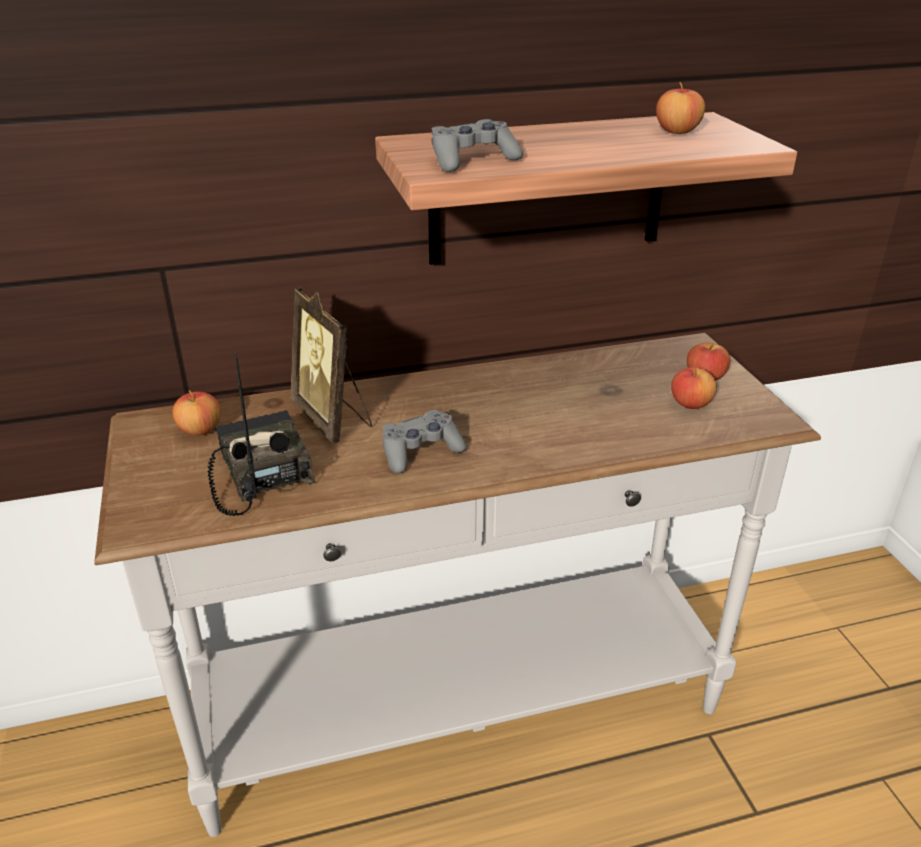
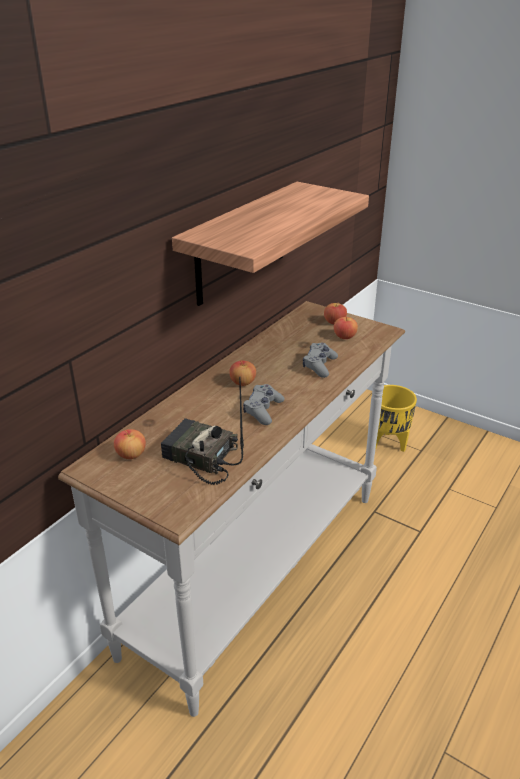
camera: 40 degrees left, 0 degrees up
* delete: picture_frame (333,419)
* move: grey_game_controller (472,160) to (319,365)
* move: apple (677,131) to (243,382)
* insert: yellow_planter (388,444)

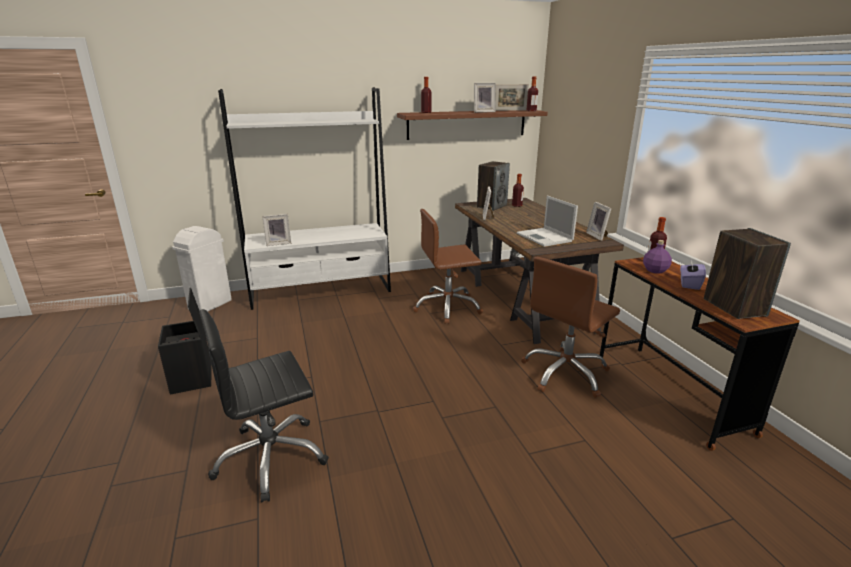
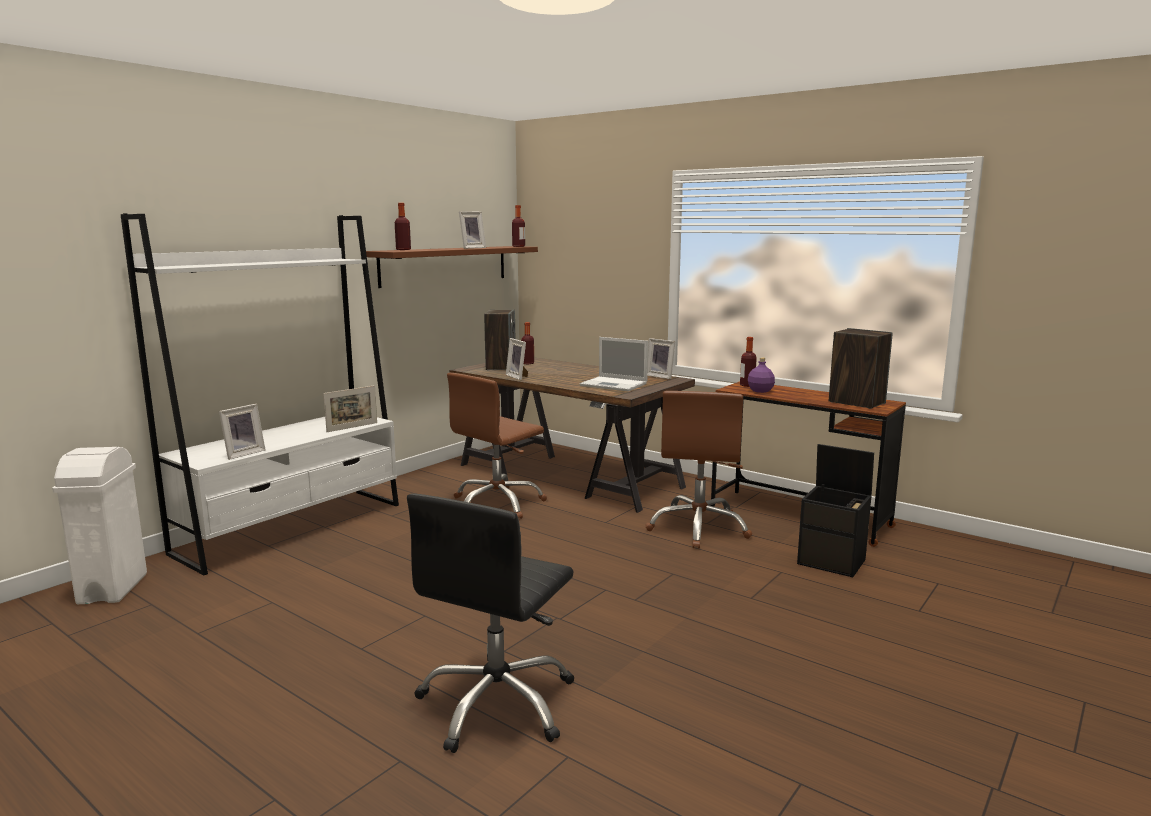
camera: 35 degrees left, 10 degrees down
* move: black_storage_box (192,379) to (833,562)
* move: picture_frame (510,110) to (352,427)
* delete: purple_tissue_box (689,284)

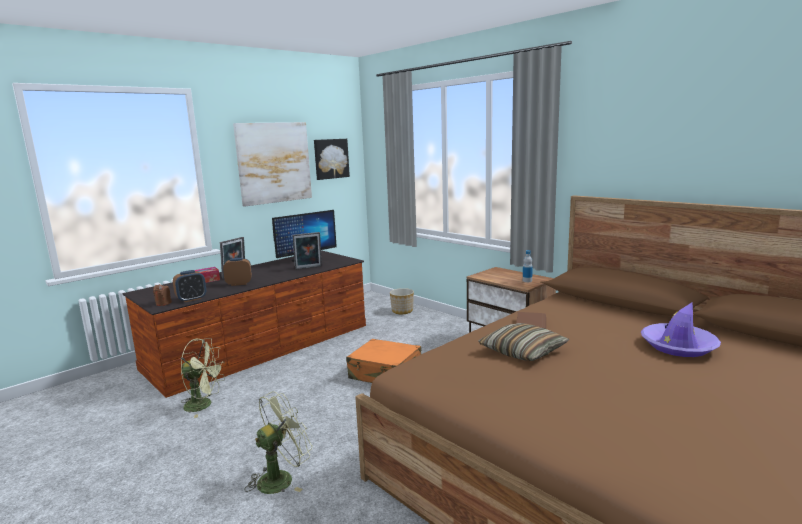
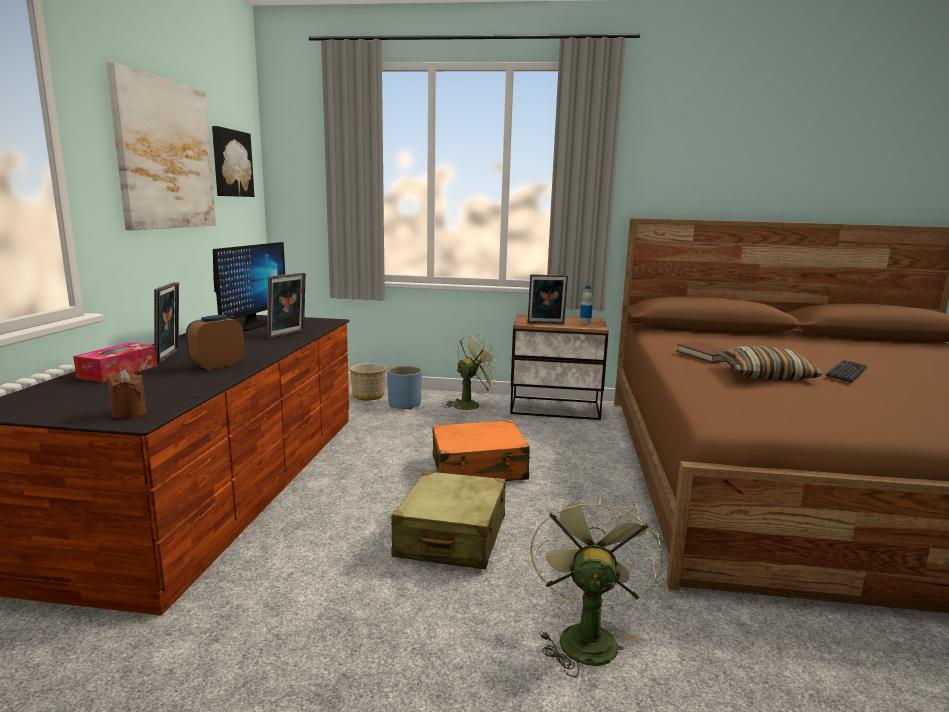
camera: 40 degrees left, 0 degrees up
* delete: alarm_clock (191,299)
* move: green_fan (204,405) to (471,404)
* delete: purple_hat (678,346)
* insert: blue_planter (404,404)
* insert: beige_suitcase (451,537)
* insert: picture_frame (546,323)
* insert: keyboard (846,373)

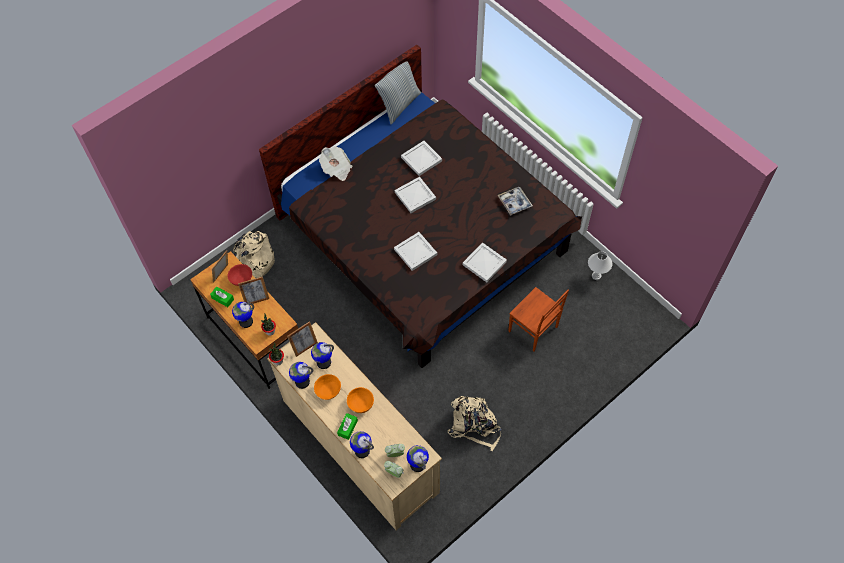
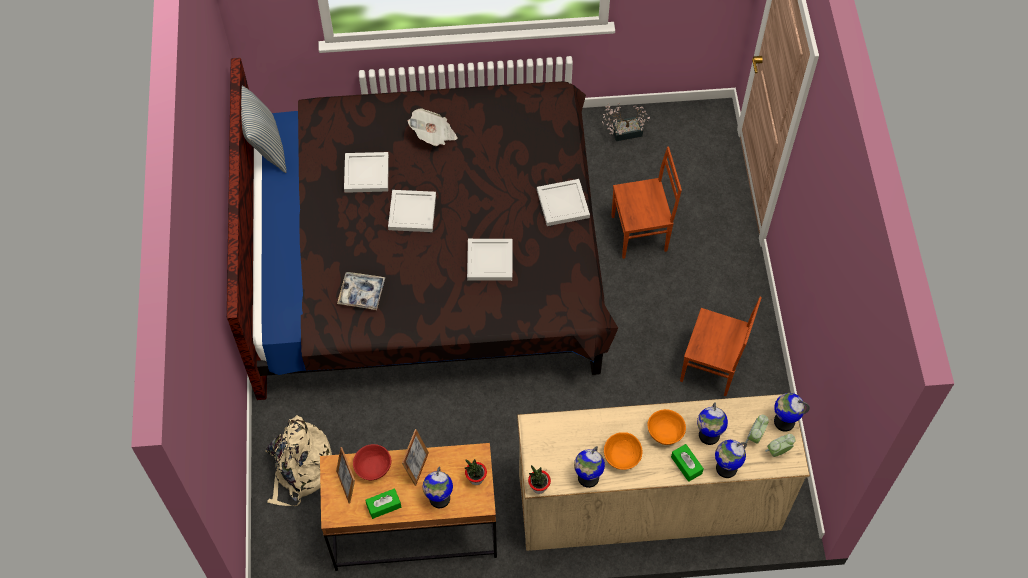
camera: 55 degrees left, 0 degrees up
* delete: picture_frame (304,347)
* move: globe (323,362) to (708,435)
* move: newspaper (336,169) to (433,135)
* replace: beige_backpack (474,425) to brown_chair (711,367)
* move: tray (514,203) to (362,293)
* replace: white_table_lamp (596,276) to potted_plant (623,132)

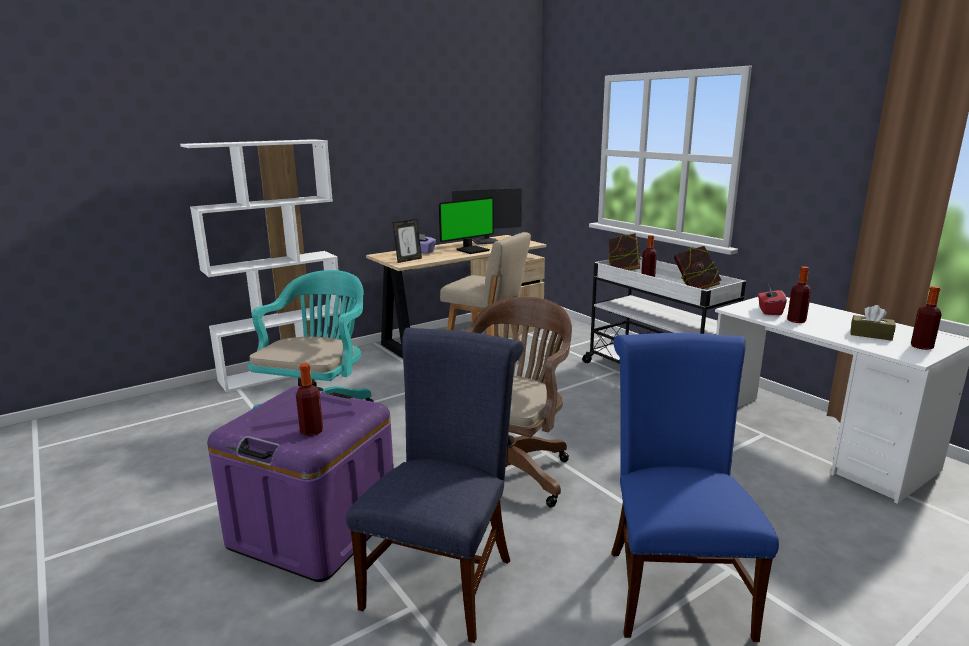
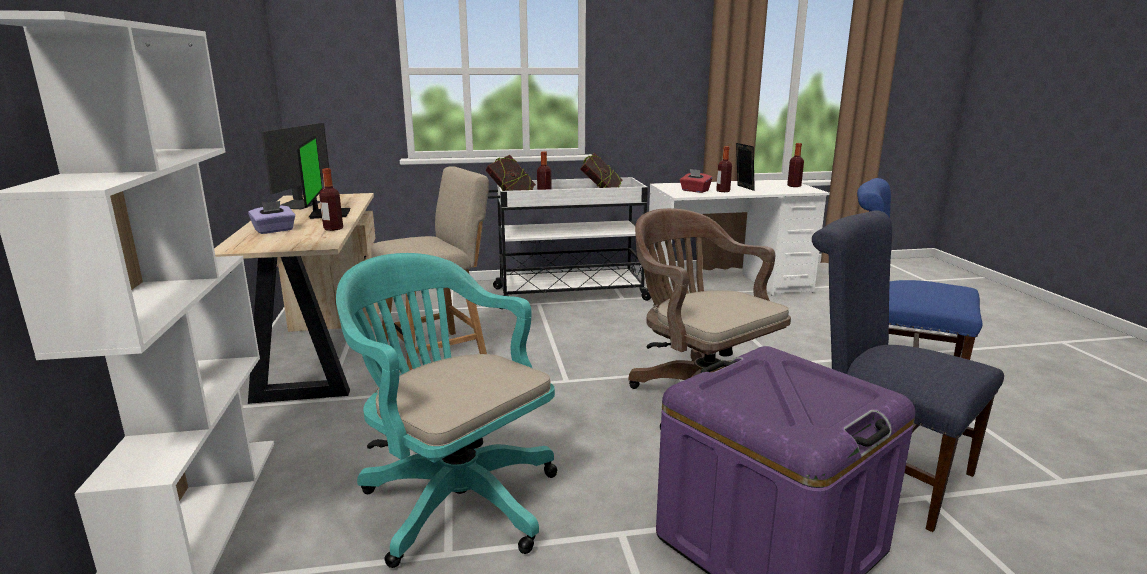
camera: 65 degrees left, 0 degrees up
* move: bottle (311,431) to (333,229)
* move: picture_frame (408,260) to (743,188)
* delete: brown_tissue_box (871,335)

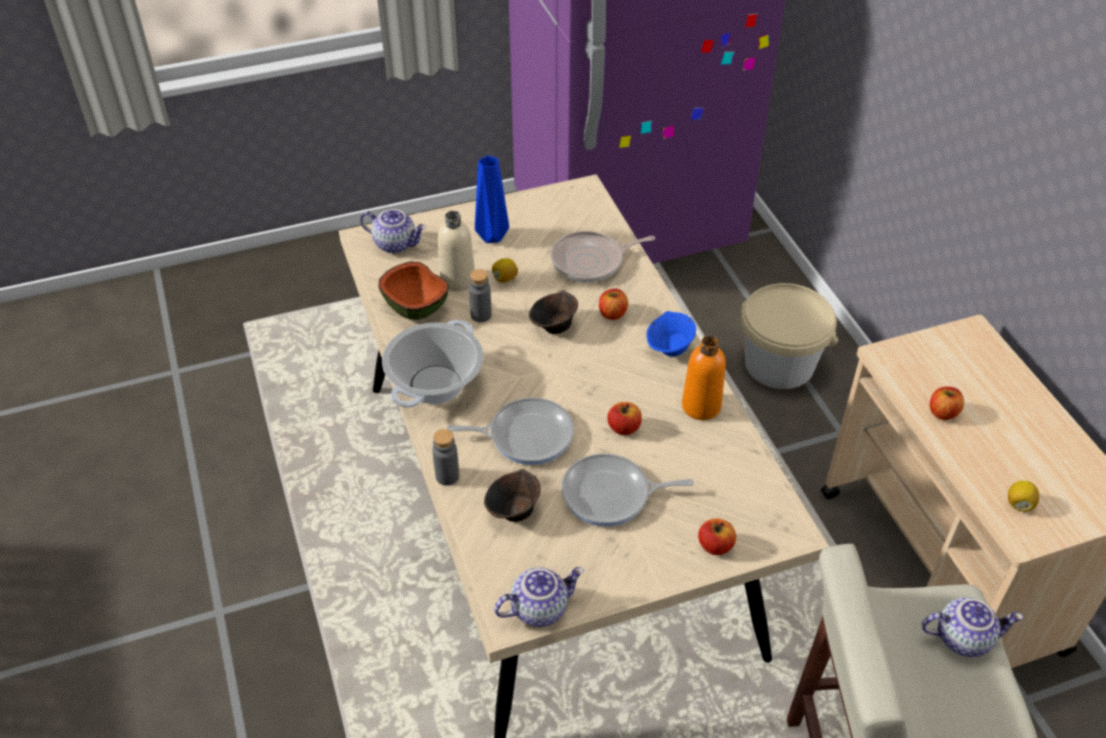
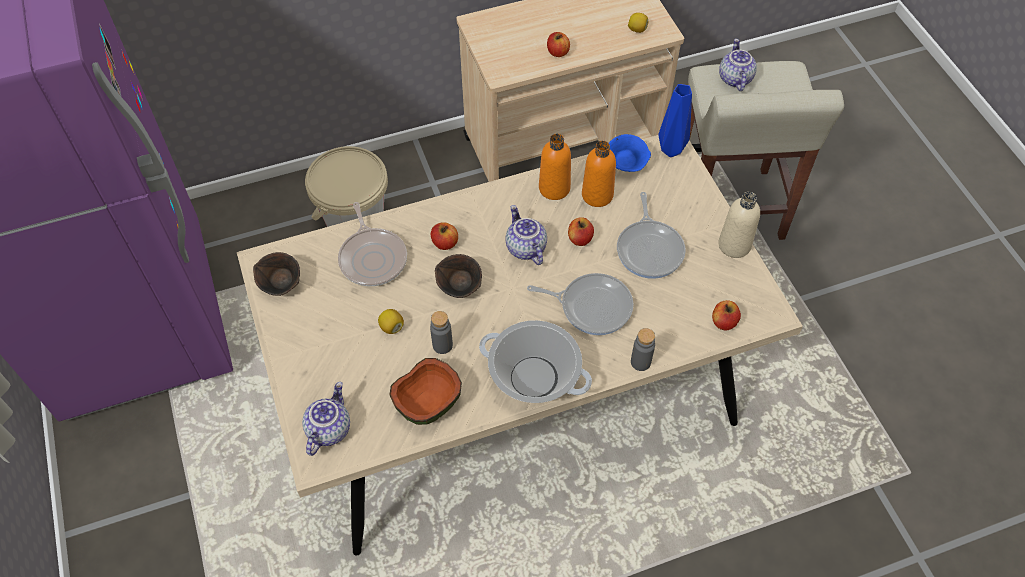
camera: 90 degrees left, 10 degrees up
* move: beige_bottle (457,280) to (734,245)
* rotate: frying_pan (526,435) = (592,306) 105 degrees clockwise
* move: blue_vase (493,236) to (670,149)
* move: brown_bowl (513,511) to (282,285)
* move: teapot (539,607) to (524,248)
* move: blue_bowl (670,349) to (626,165)
* move: apple (715,546) to (724,322)
* insert: orange_bottle (597,195)

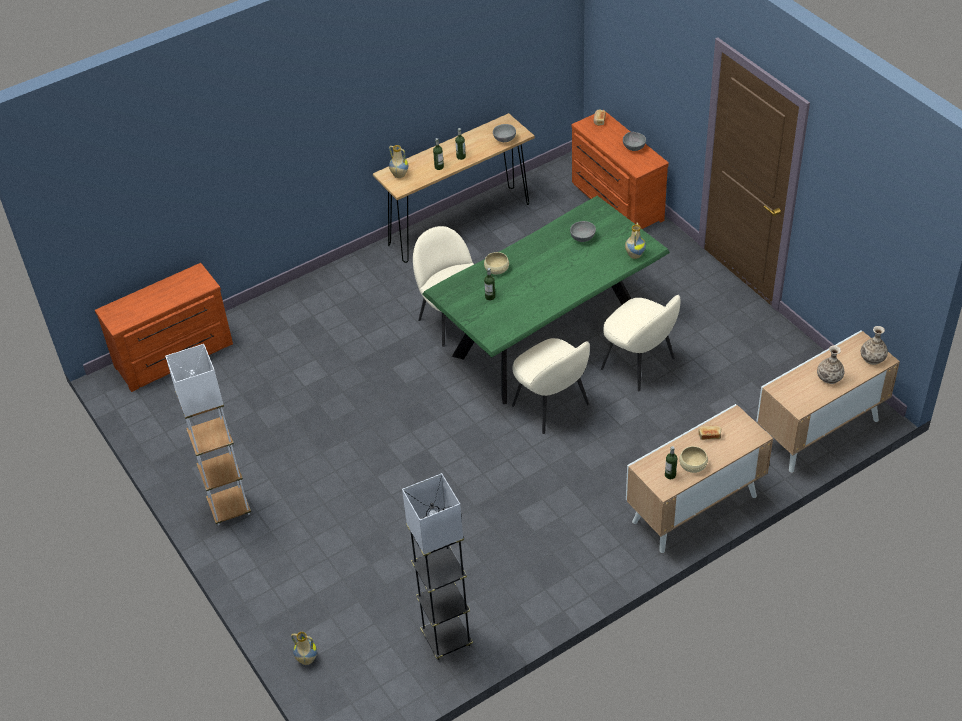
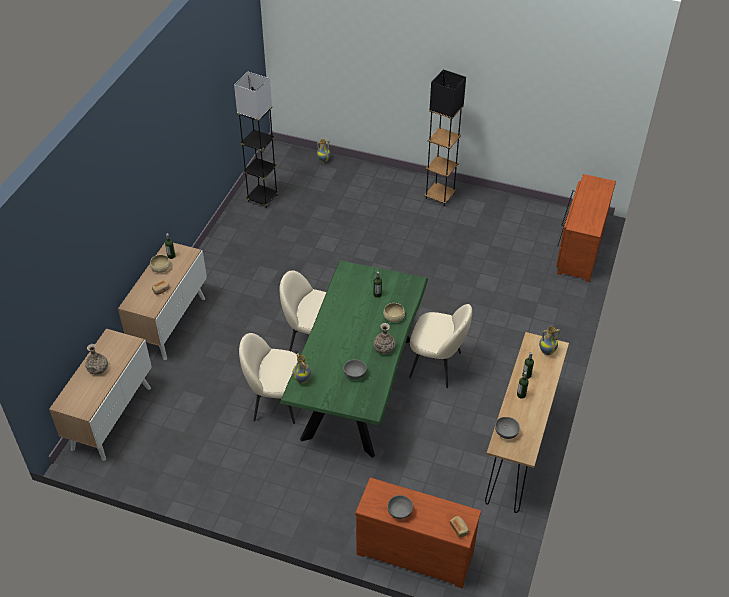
camera: 140 degrees right, 0 degrees up
* recolor: white_floor_lamp (229,508) to black_floor_lamp (440,196)
* move: vase (872,358) to (384,348)

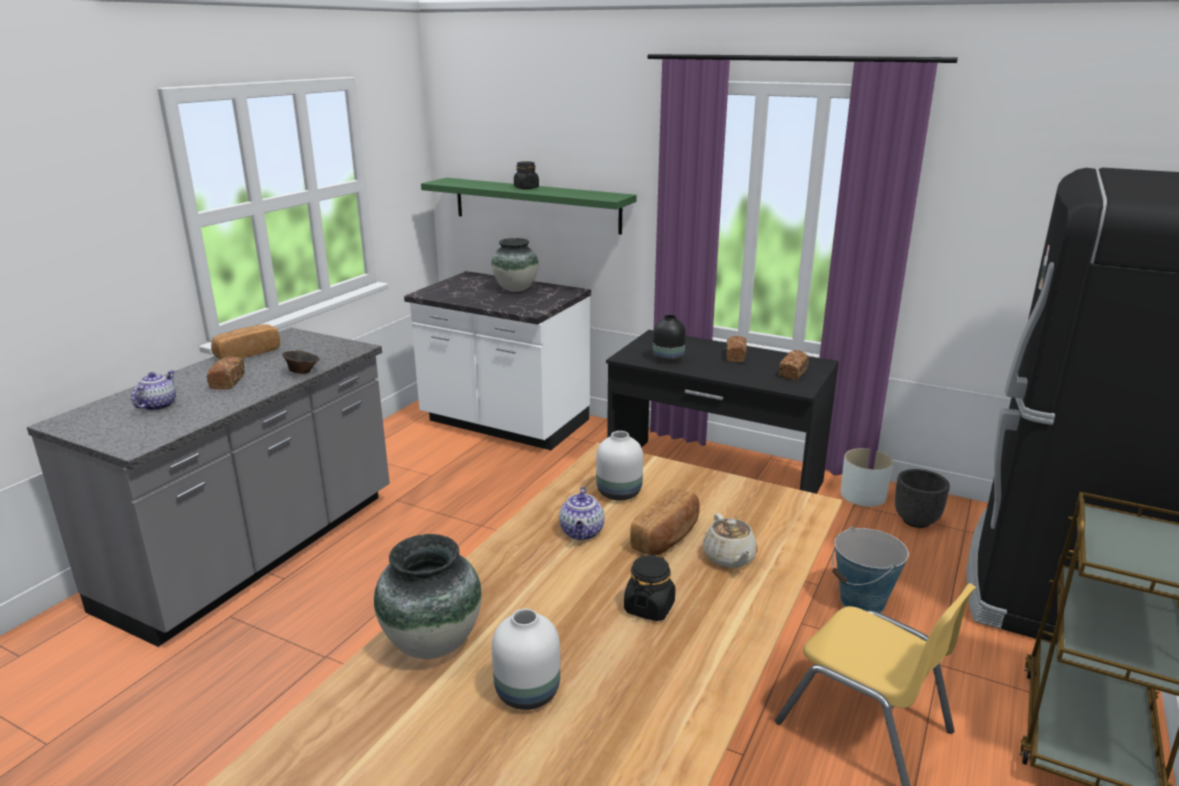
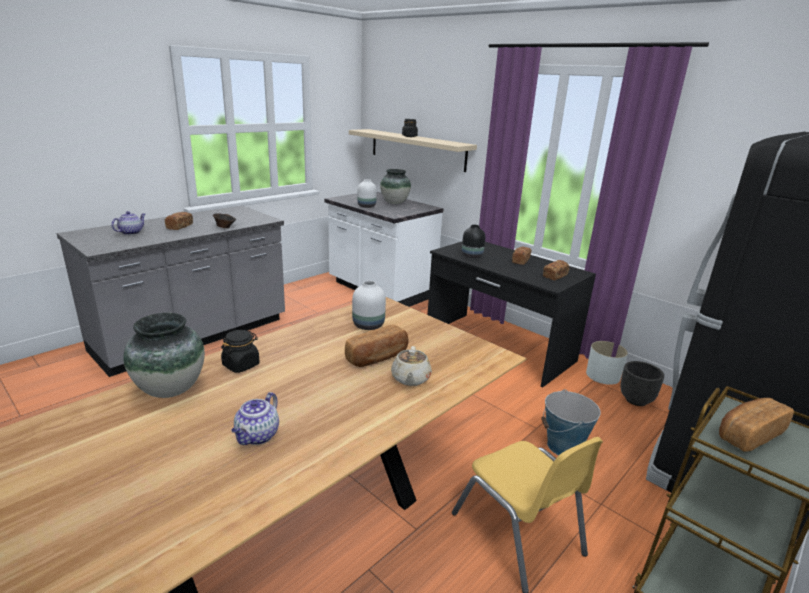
camera: 15 degrees right, 0 degrees up
* move: bread (247,353) to (748,434)
* recolor: green_shelf (536,205) to beige_shelf (417,149)
* move: white_vase (528,693) to (367,206)
* move: teapot (582,533) to (257,436)
* move: black_jar (649,607) to (241,365)

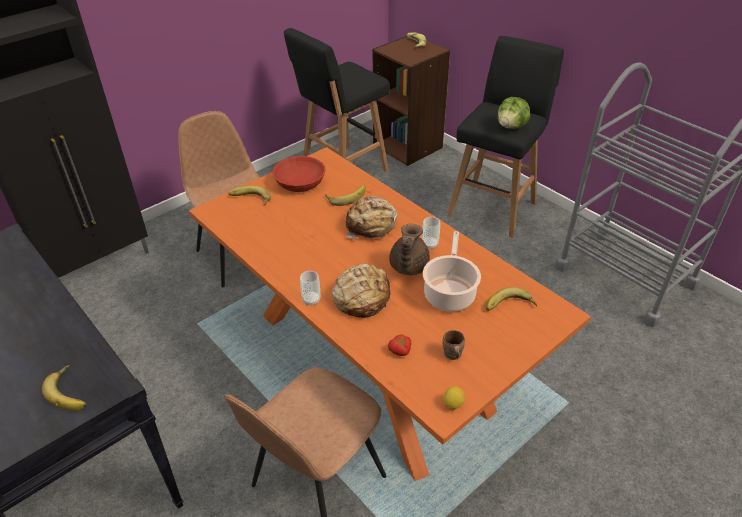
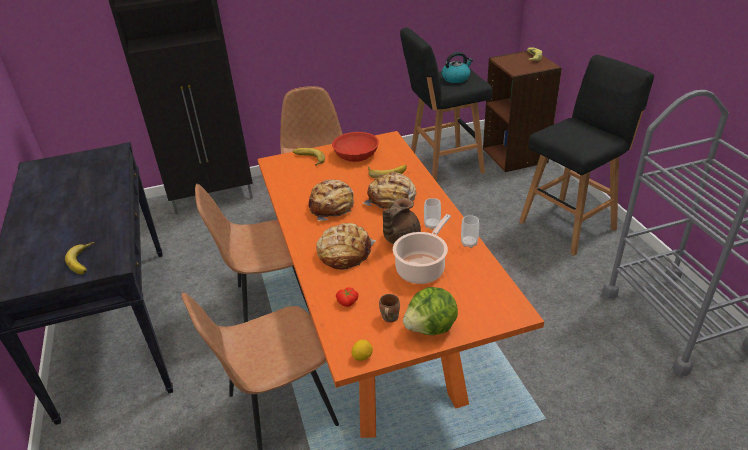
camera: 25 degrees right, 5 degrees down
* move: cup (311,300) to (469,243)
* delete: banana (509,306)
* move: lettuce (511,127) to (431,328)
* insert: brown_chair (272,303)
* insert: bread (332,206)
* insert: kettle (456,78)

